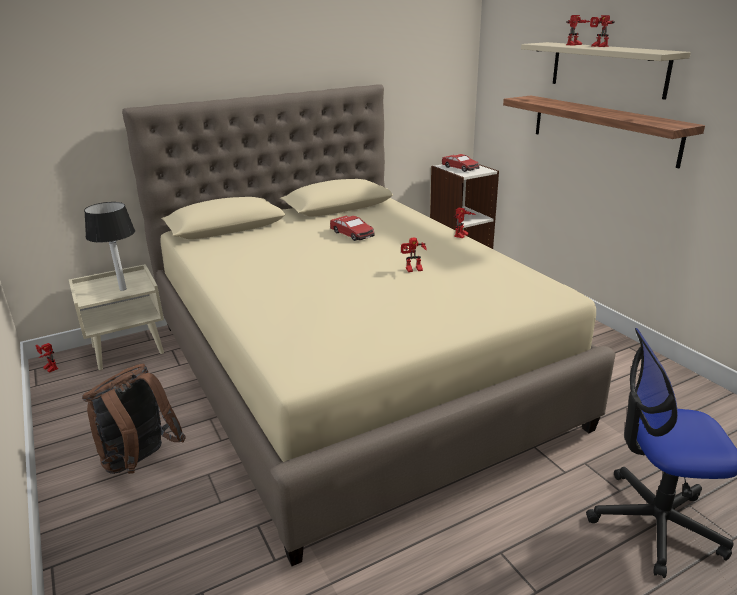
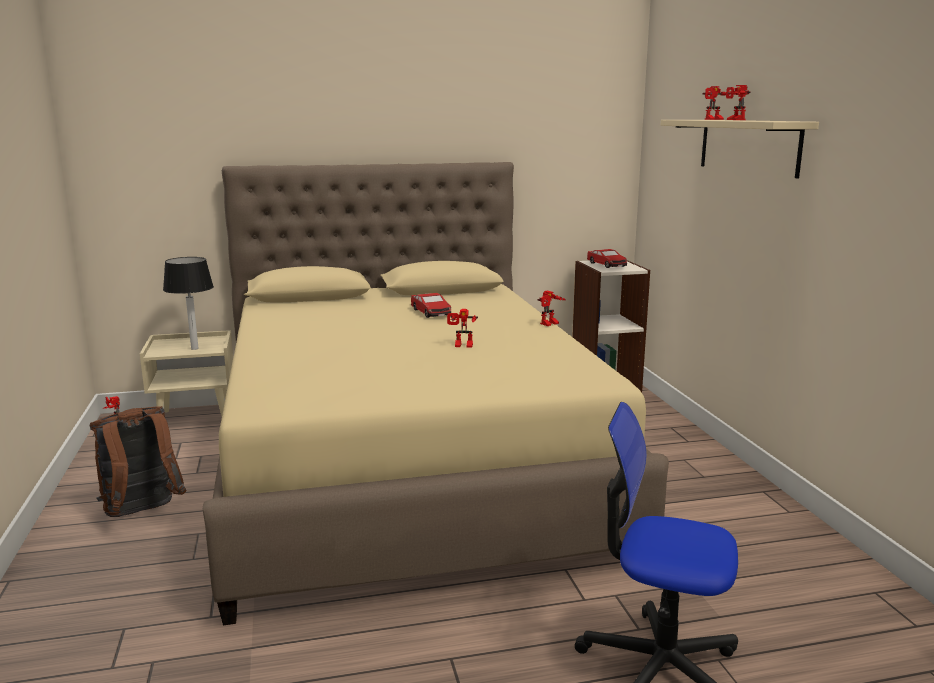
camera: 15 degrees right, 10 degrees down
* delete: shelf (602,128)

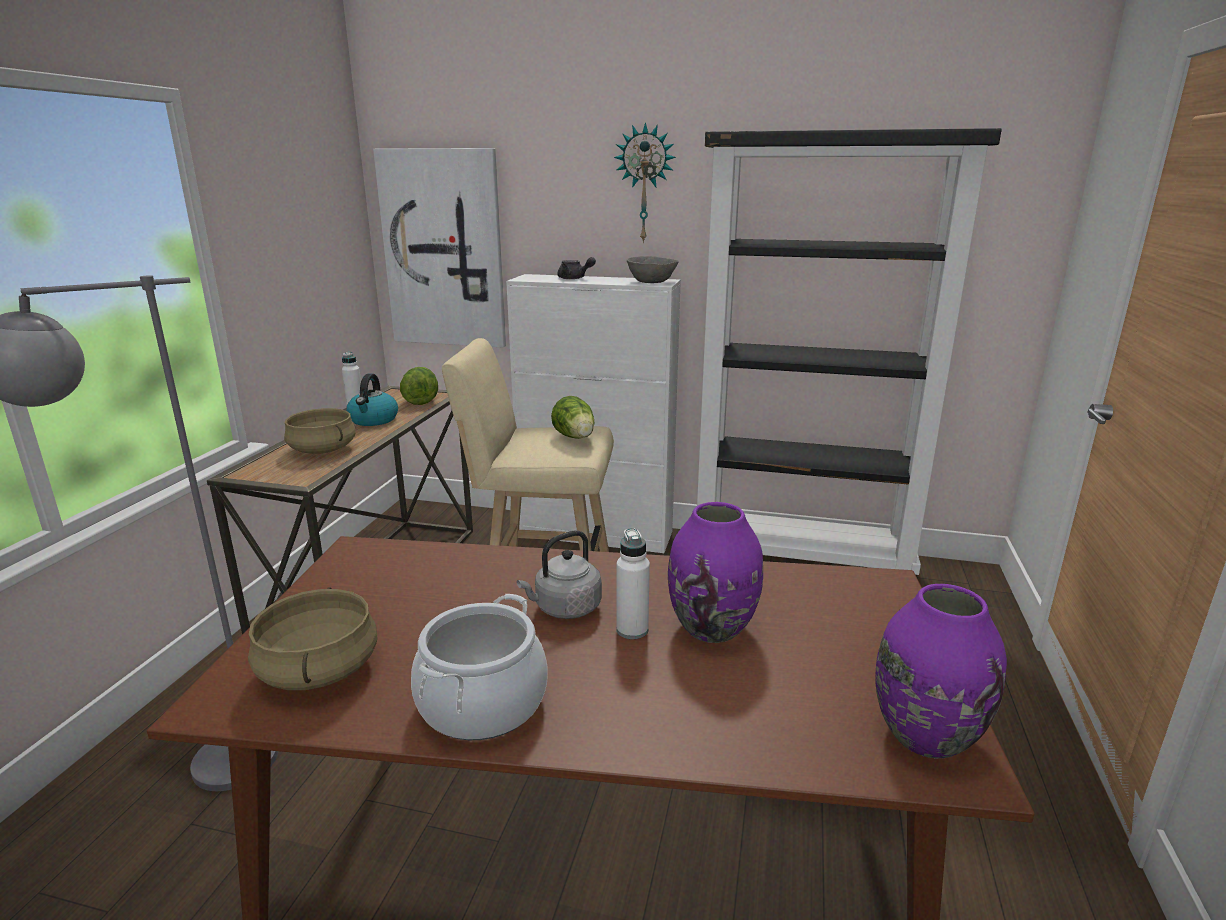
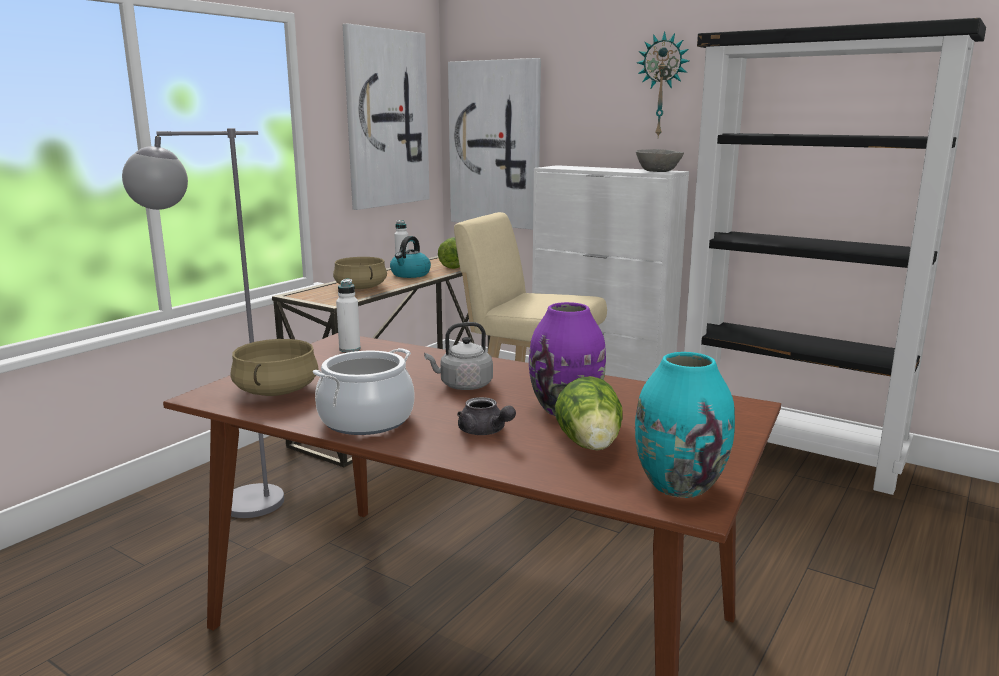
camera: 20 degrees right, 5 degrees down
* move: lettuce (575,438) to (590,446)
* move: grey_teapot (574,278) to (485,432)
* move: white_bottle (632,630) to (349,349)
* recolor: purple_vase (925,735) to turquoise_vase (679,485)
* insert: picture (386,119)

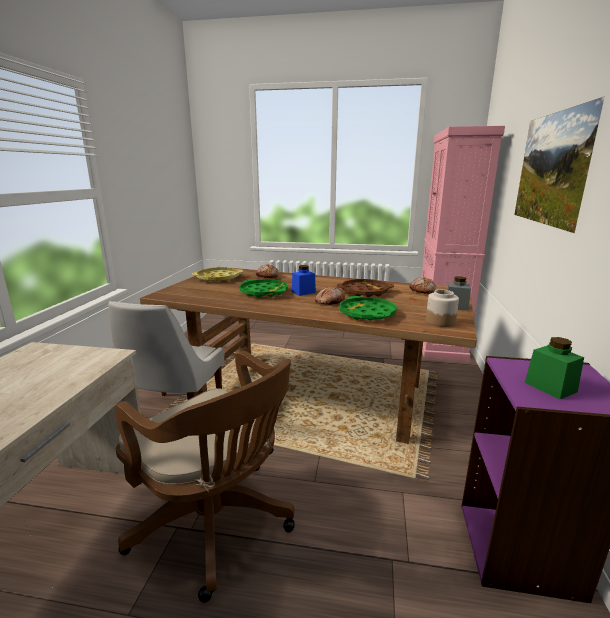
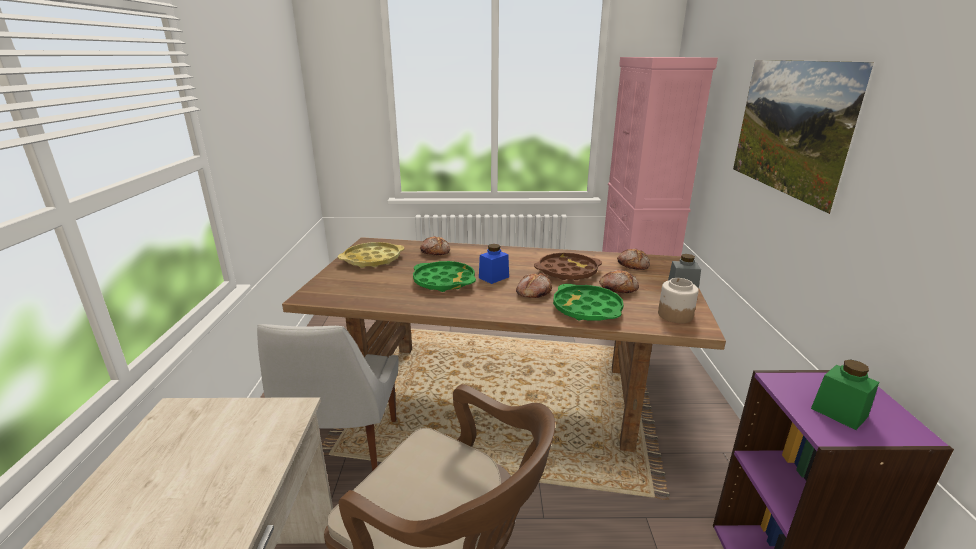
camera: 10 degrees left, 5 degrees up
* insert: bread (618,288)

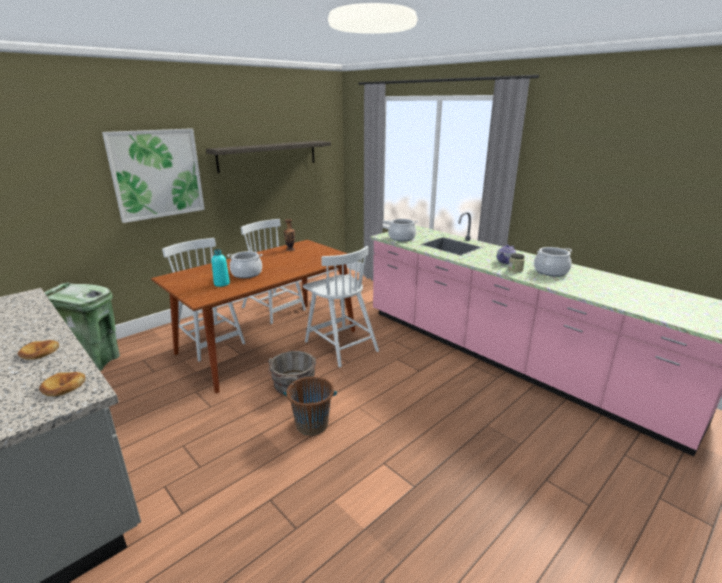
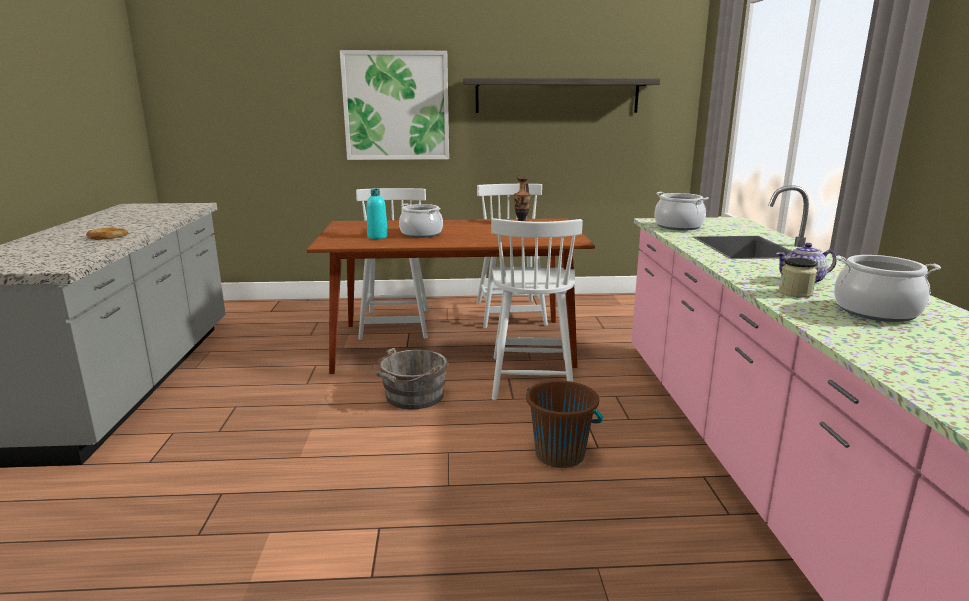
camera: 40 degrees right, 5 degrees down
* delete: bread (63,386)
* delete: green_trash_can (96,362)
* move: brown_bucket (312,424) to (560,454)

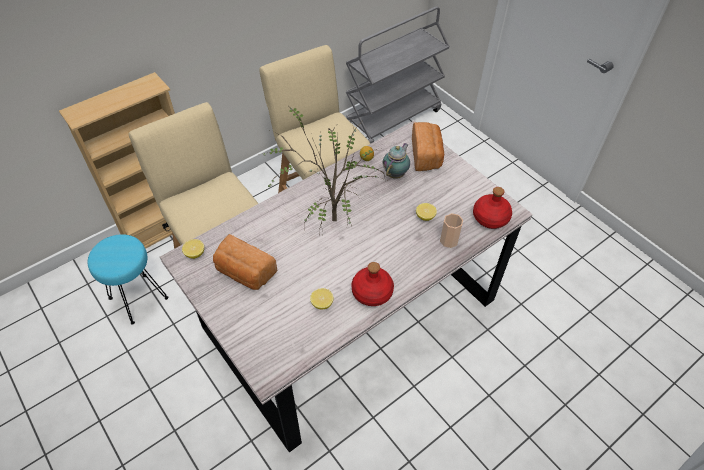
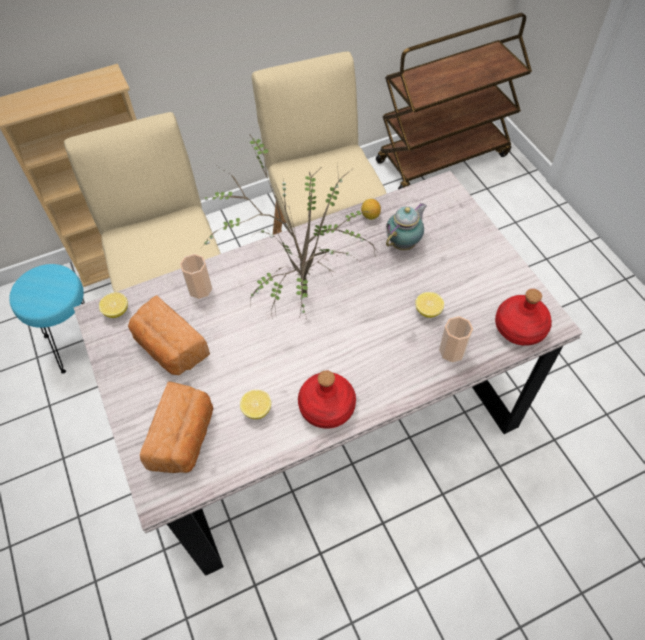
camera: 15 degrees right, 5 degrees up
* recolor: grey_cart (392,118) to brown_cart (443,157)
* move: bread (426,155) to (184,438)
* insert: cup (200,289)

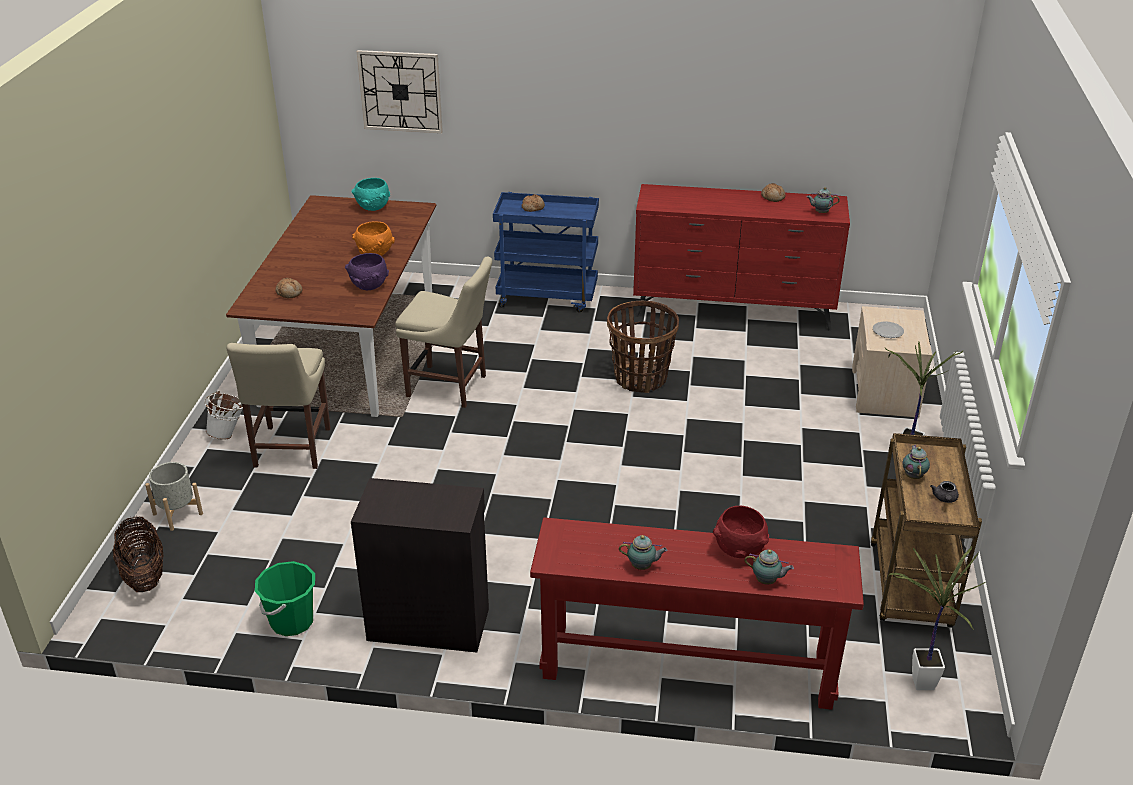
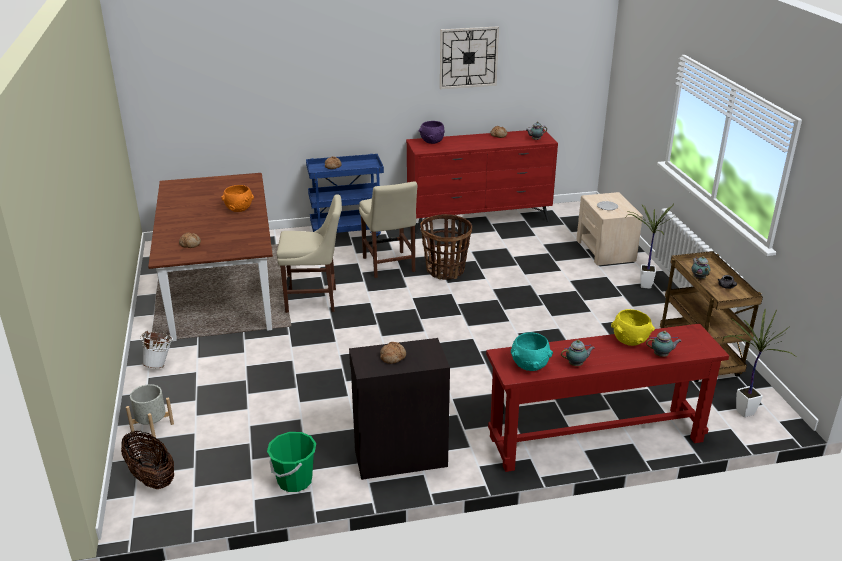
camera: 20 degrees left, 5 degrees down
* move: beige_chair (290,450) to (389,266)
* move: purple_bowl (369,286) to (432,142)
* move: turquoise_bowl (373,207) to (530,366)
* move: wall_clock (400,91) to (468,57)
* recolor: red_bowl (739,550) to yellow_bowl (630,341)
* insert: bread (392,357)

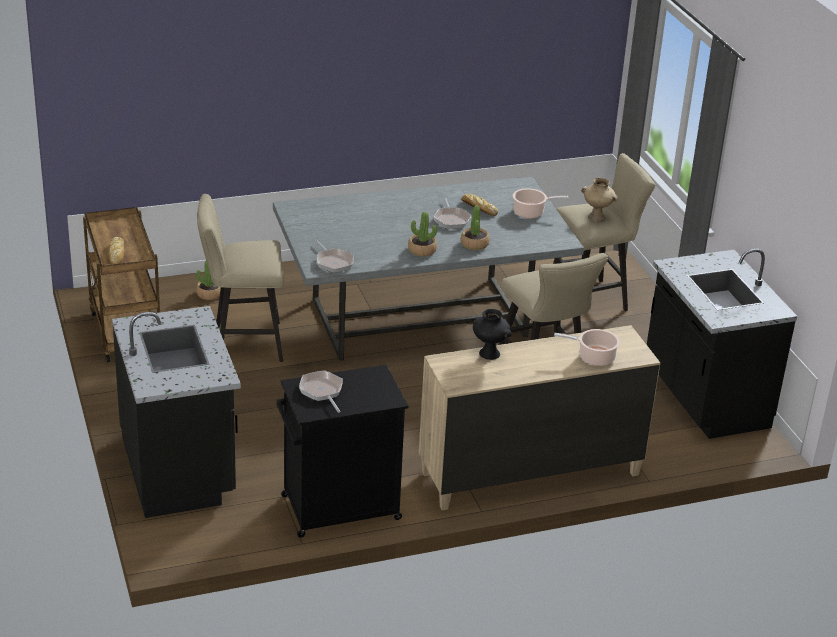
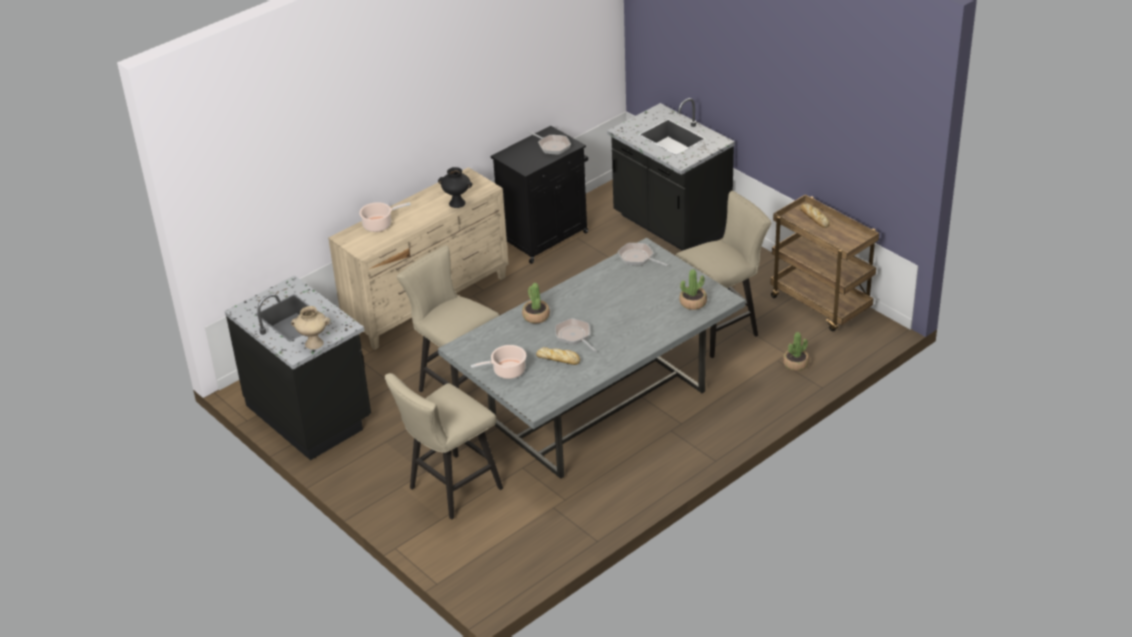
camera: 160 degrees right, 5 degrees up
* move: potted_plant (422,250) to (693,302)
* move: beige_vase (597,217) to (313,344)

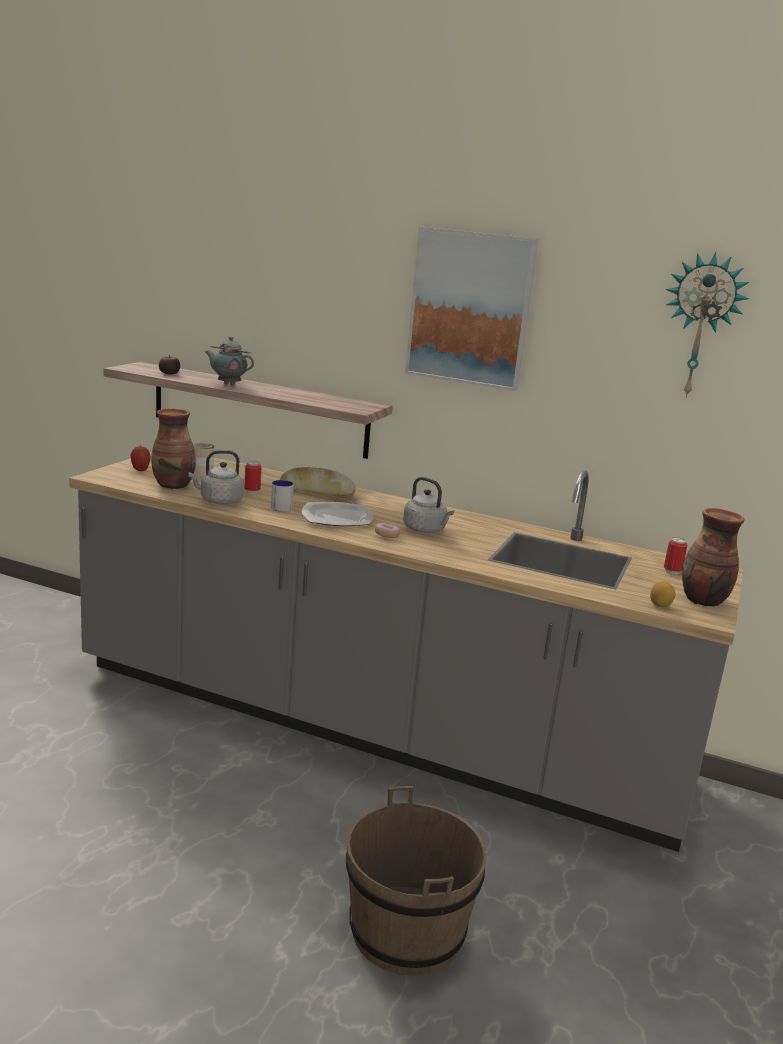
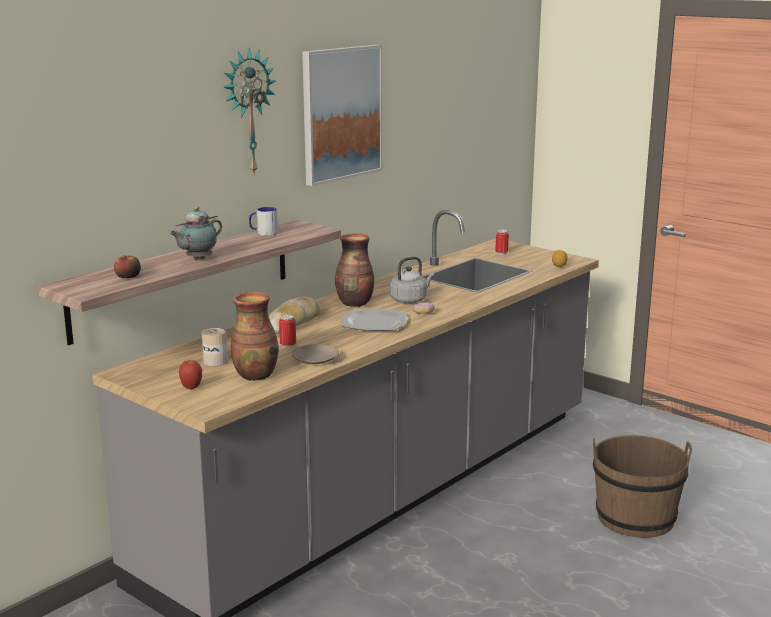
camera: 70 degrees left, 0 degrees up
* replace: grey_kettle (219,501) to beige_plate (315,360)
* move: mug (280,506) to (263,233)
* move: wall_clock (700,326) to (247,112)
* move: vase (702,600) to (355,303)

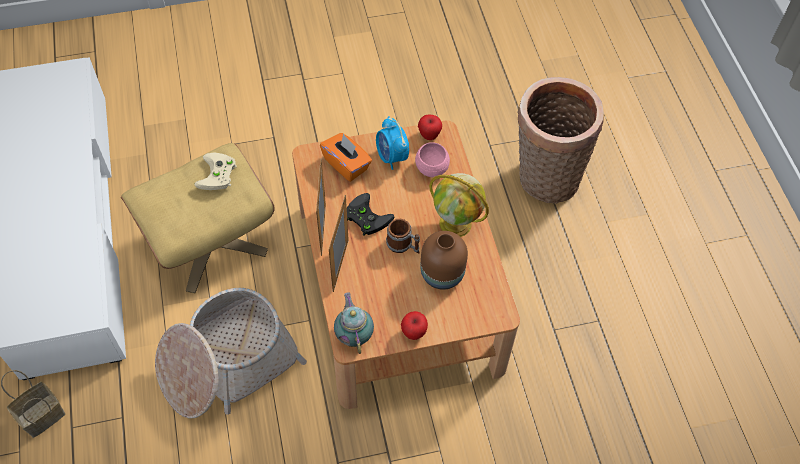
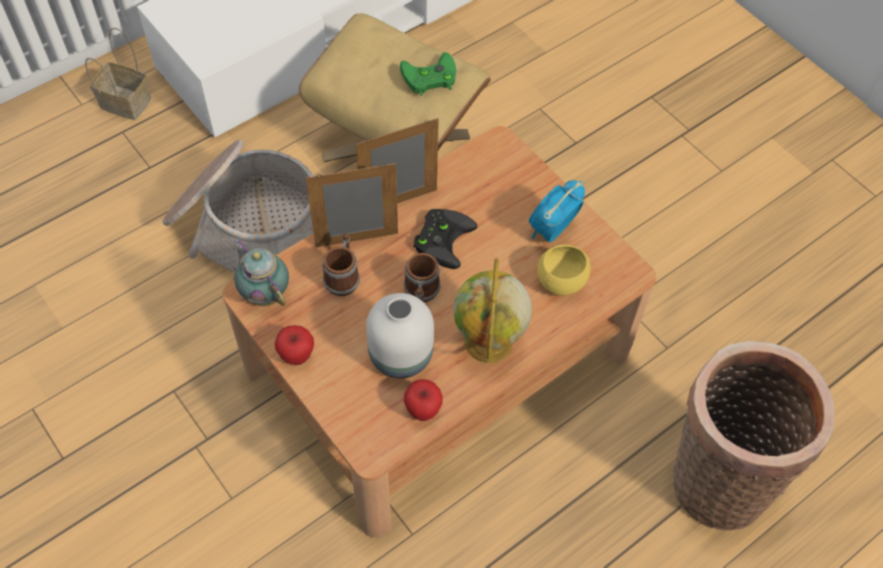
camera: 65 degrees right, 0 degrees up
* recolor: beige_game_controller (218,175) to green_game_controller (428,78)
* delete: orange_tissue_box (346,165)
* rotate: teapot (354,335) = (264,293) 90 degrees counterclockwise
* recolor: pink_bowl (431,168) to yellow_bowl (561,281)
* move: apple (429,135) to (423,410)
* recolor: brown_vase (441,273) to white_vase (400,354)
* insert: mug (343,276)

